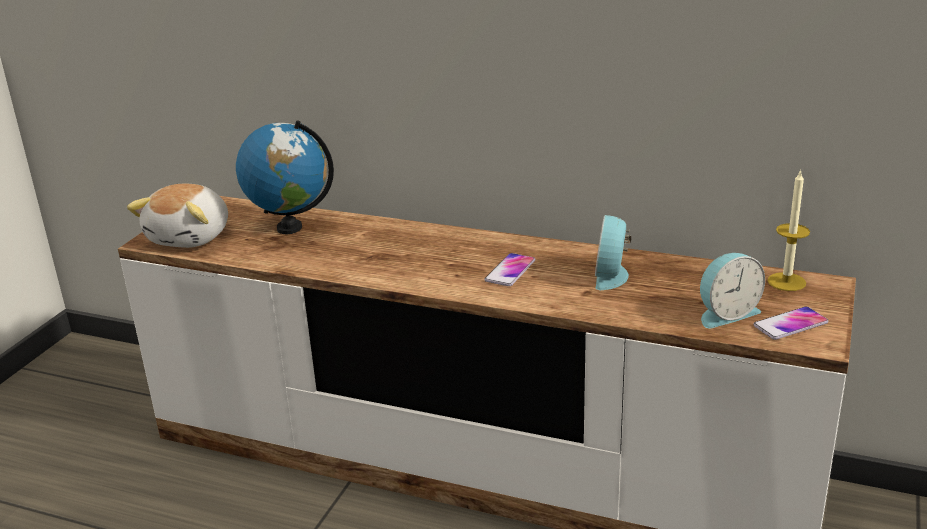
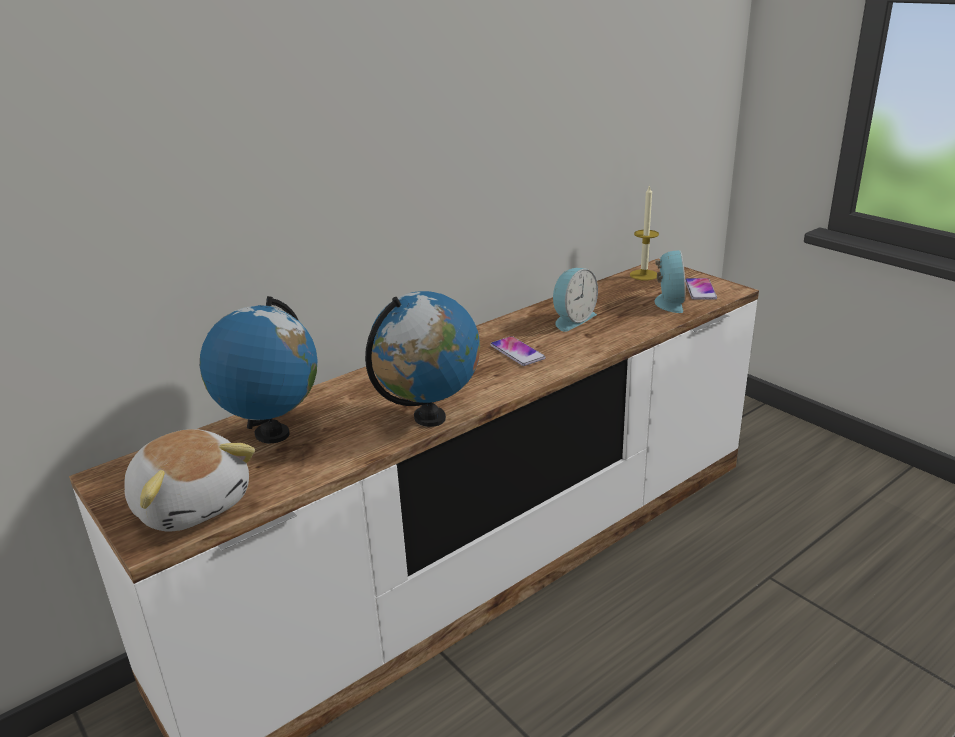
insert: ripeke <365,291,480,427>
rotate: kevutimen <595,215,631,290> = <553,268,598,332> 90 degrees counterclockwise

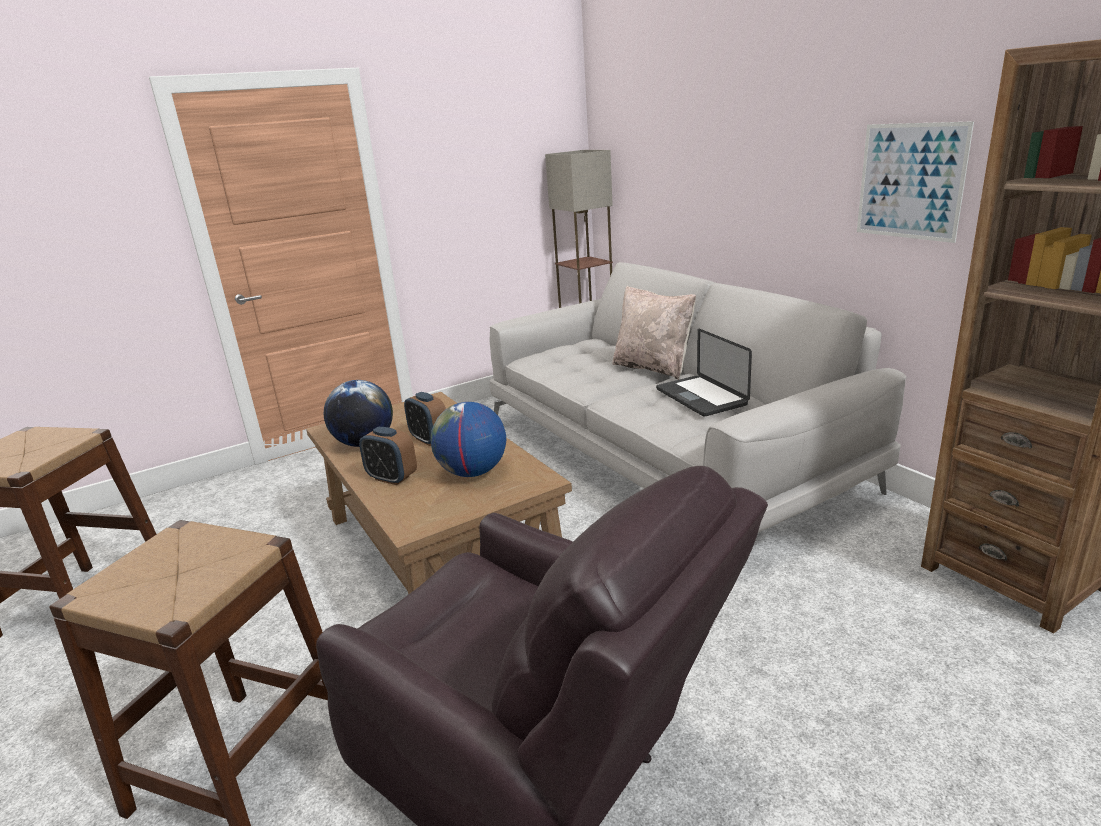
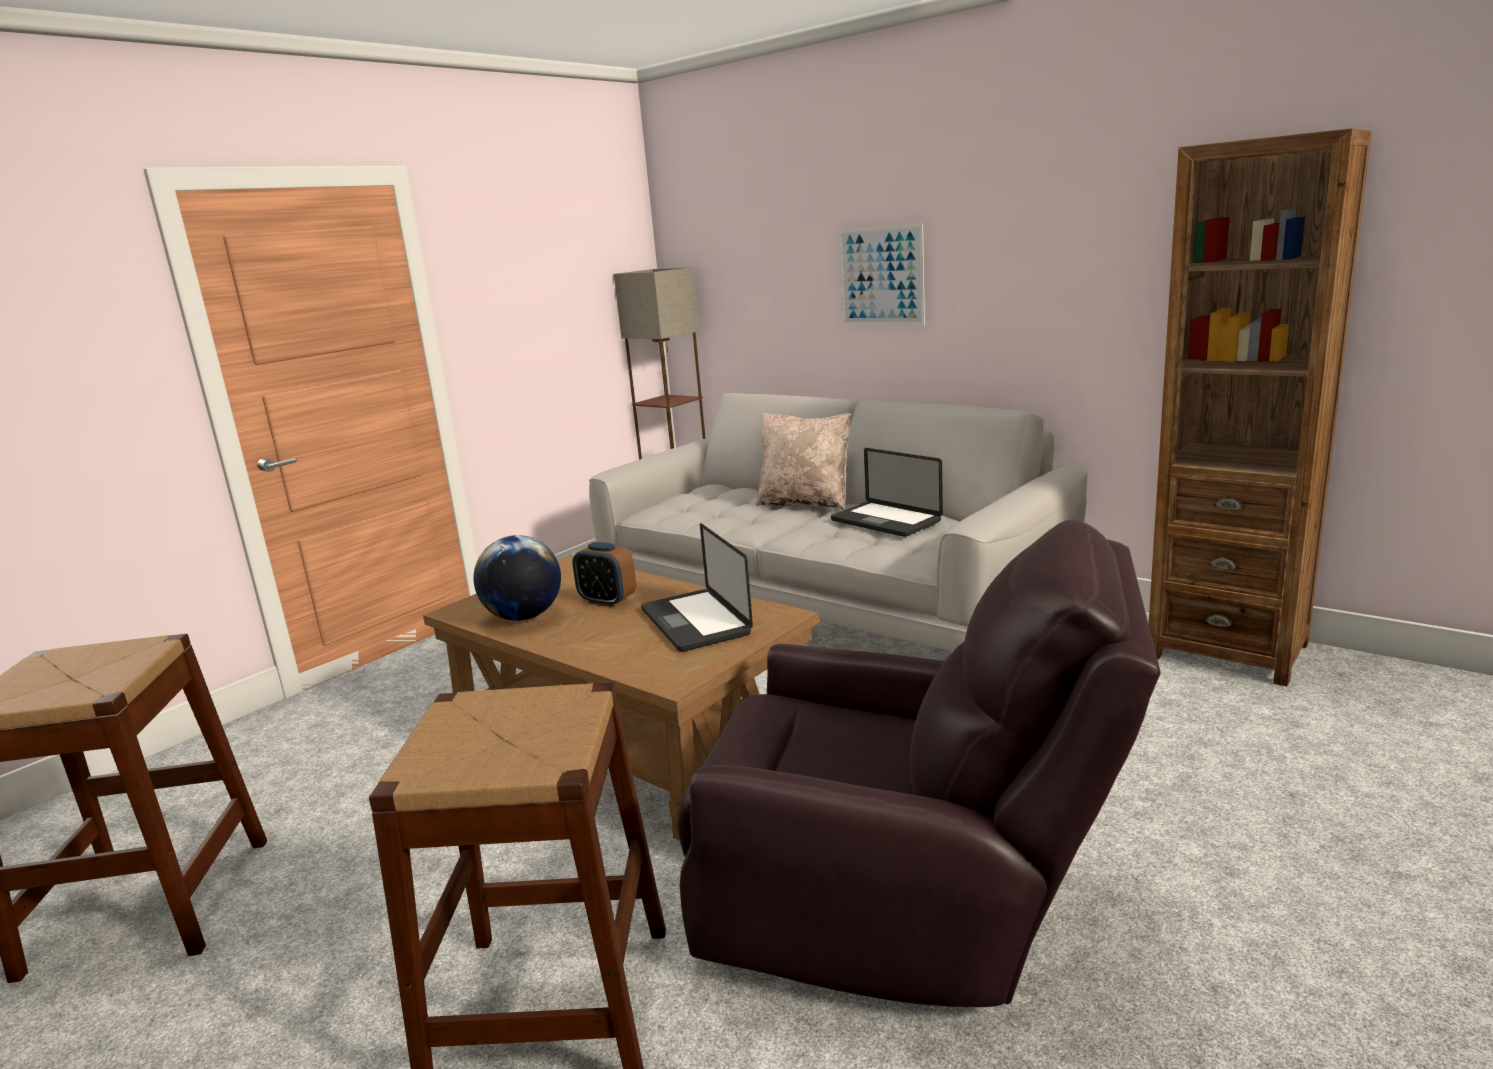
delete: kevutimen <359,427,417,485>
move: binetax <857,121,974,243> to <839,224,925,325>
replace: ripeke <431,402,506,477> to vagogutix <641,523,753,652>

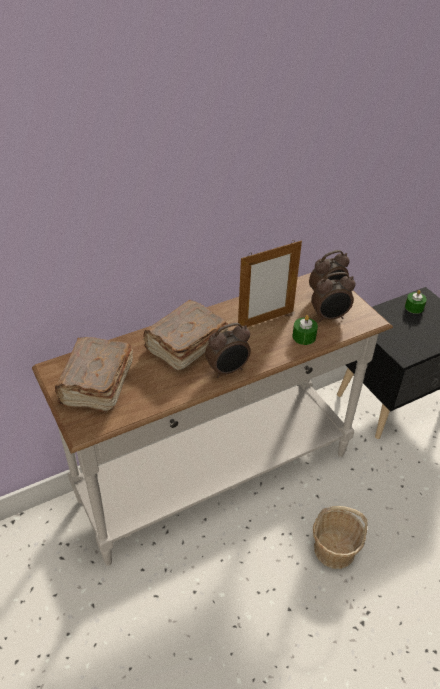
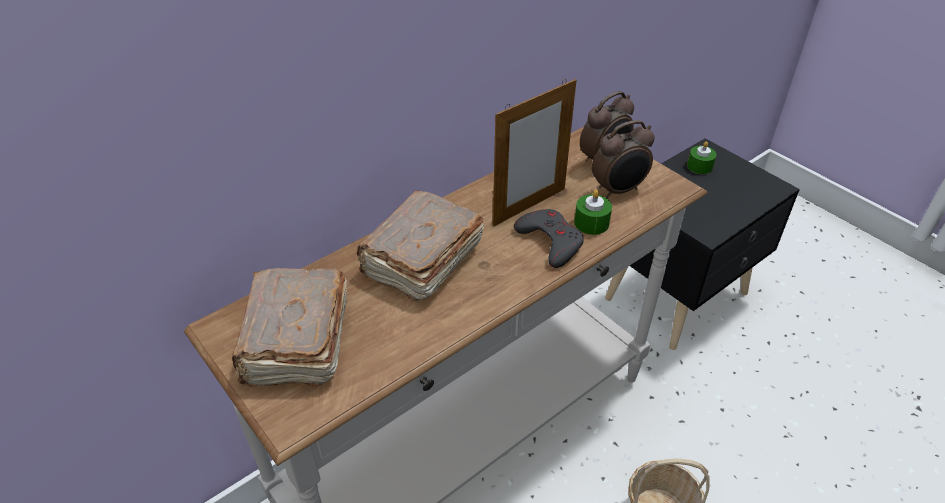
delete: kevutimen <205,323,251,378>
insert: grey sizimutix <514,209,584,268>

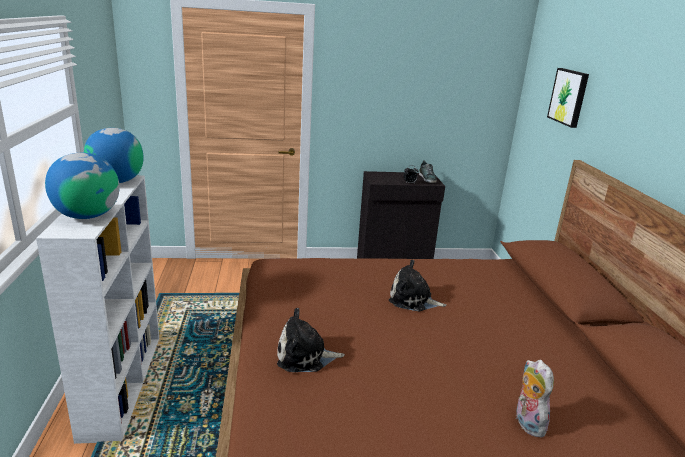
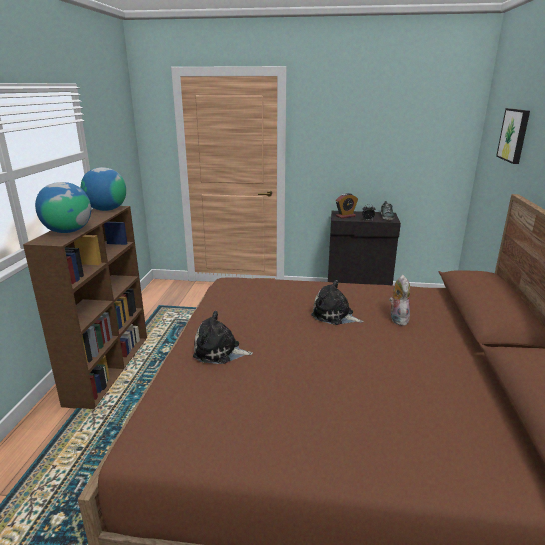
insert: kevutimen <336,193,358,219>
move: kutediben <516,360,554,437> to <389,275,410,326>
recolor: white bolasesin <36,175,159,444> to brown bolasesin <23,206,147,409>

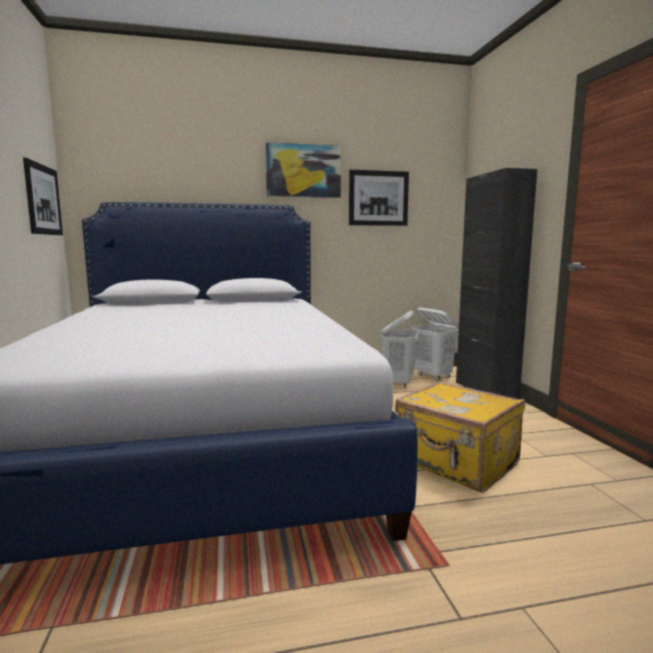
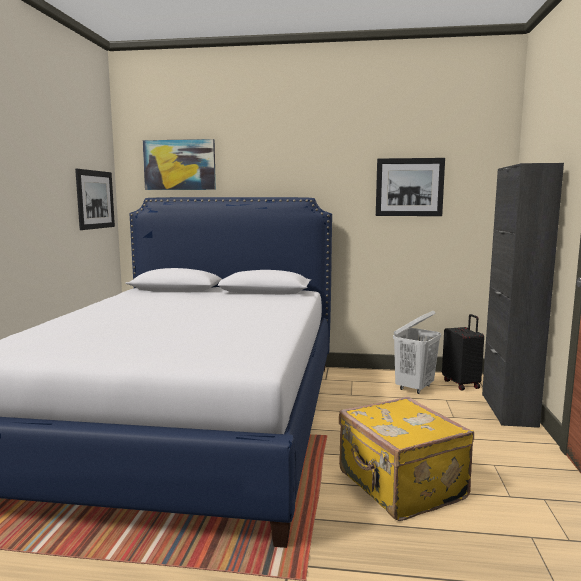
move: binetax <266,142,341,198> to <143,139,216,190>
replace: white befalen <412,307,458,381> to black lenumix <442,314,484,390>

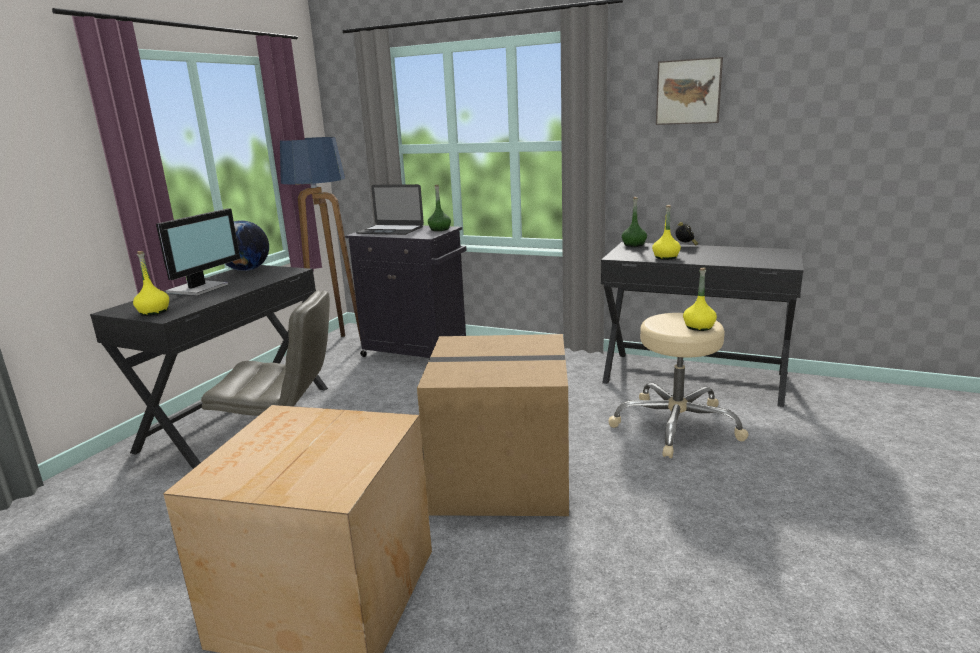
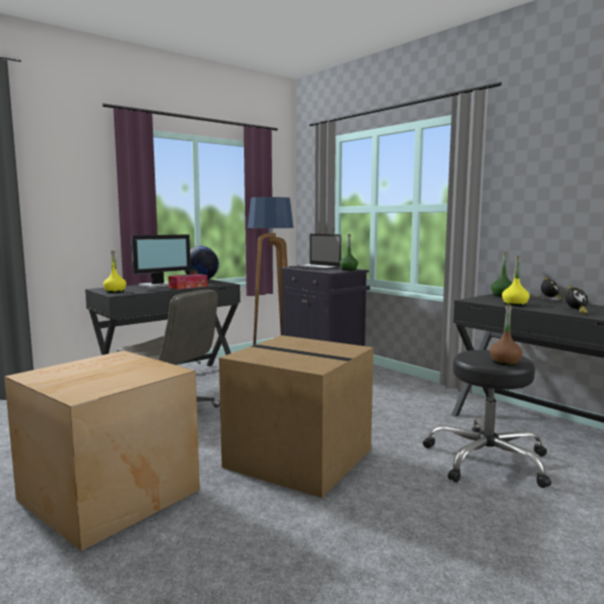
delete: binetax <656,57,723,125>
insert: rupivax <168,274,207,289>; kevutimen <565,286,588,315>
recolor: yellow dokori <683,268,717,331> to brown dokori <489,305,523,365>; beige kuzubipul <609,313,749,458> to black kuzubipul <423,350,551,488>

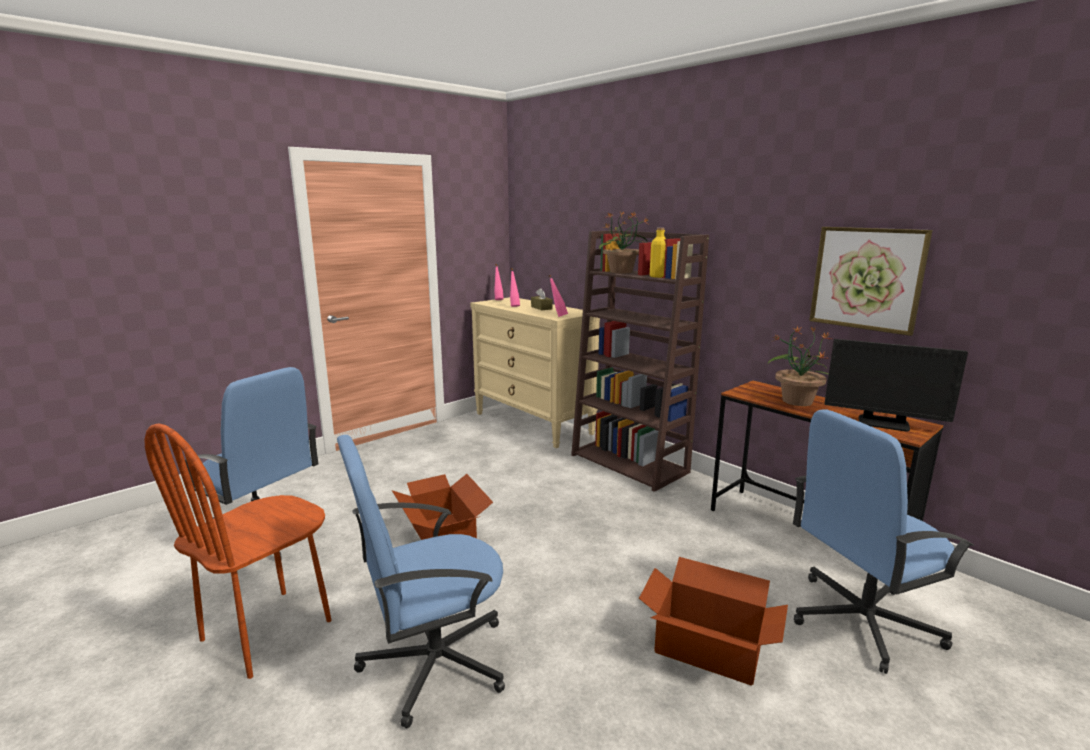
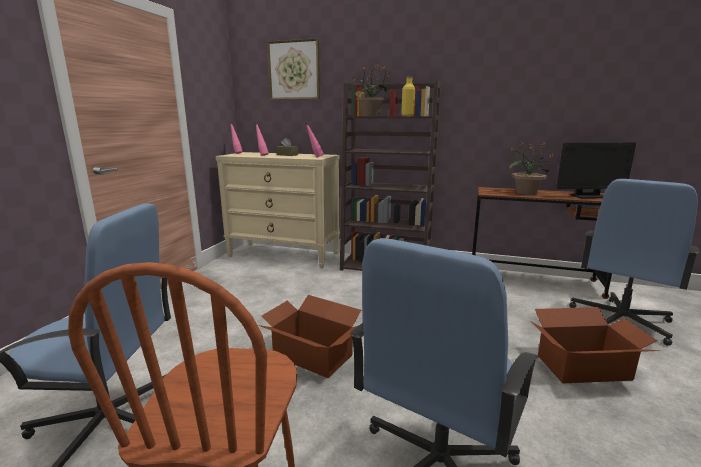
move: binetax <809,227,933,336> to <267,38,320,100>

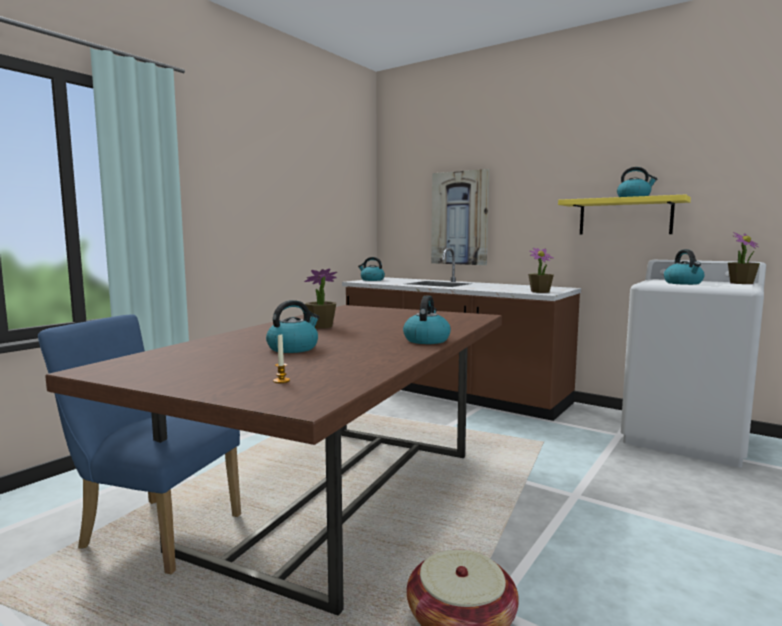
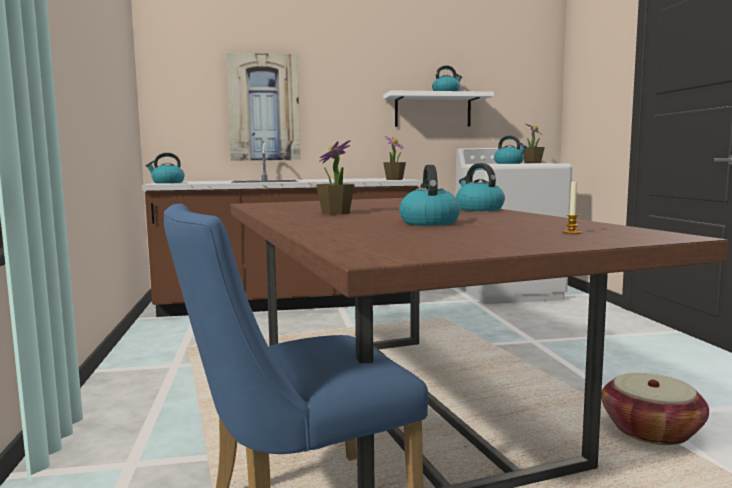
recolor: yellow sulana <558,194,691,235> to white sulana <384,91,494,127>

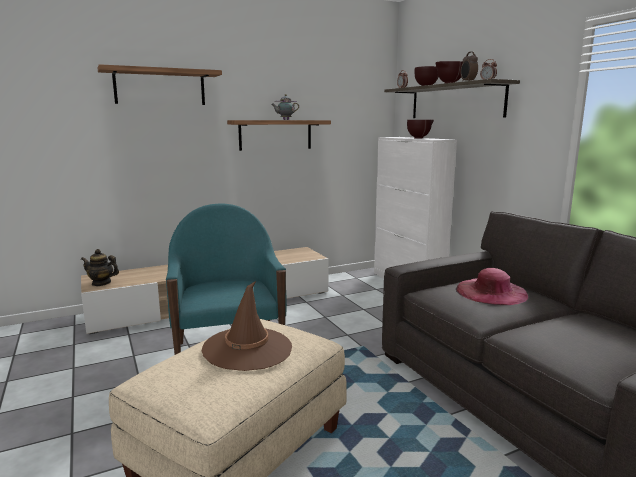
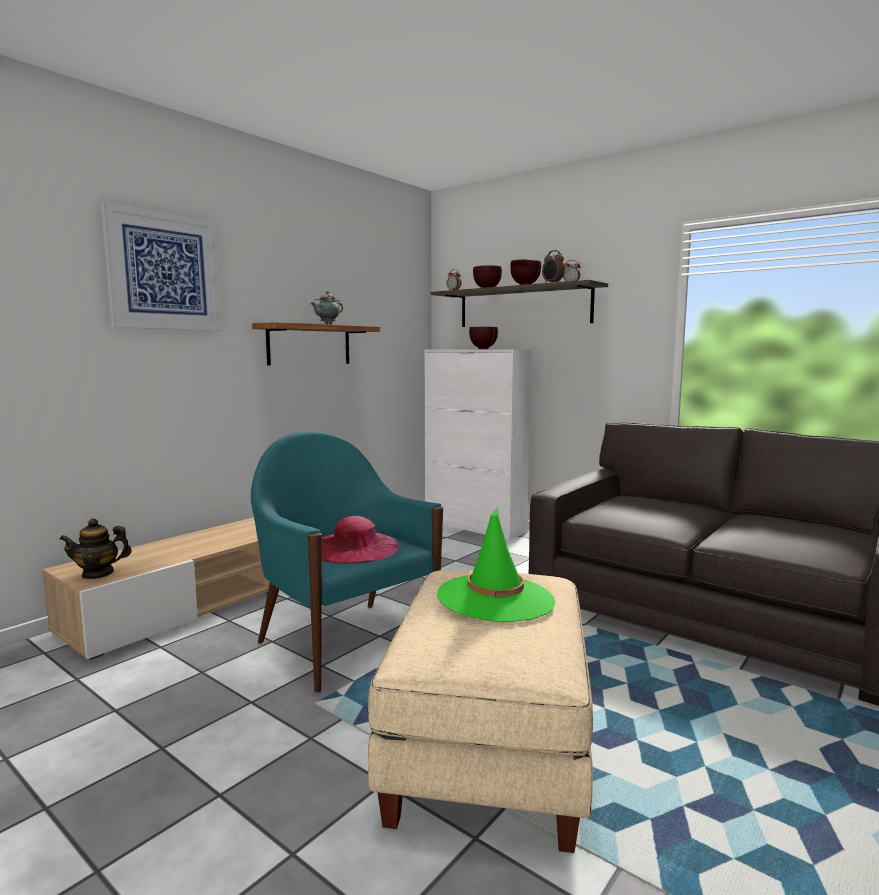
move: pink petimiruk <456,268,528,305> to <322,516,399,564>
replace: sulana <97,64,222,105> to binetax <101,202,221,330>
recolor: brown petimiruk <202,281,292,371> to green petimiruk <437,507,555,622>

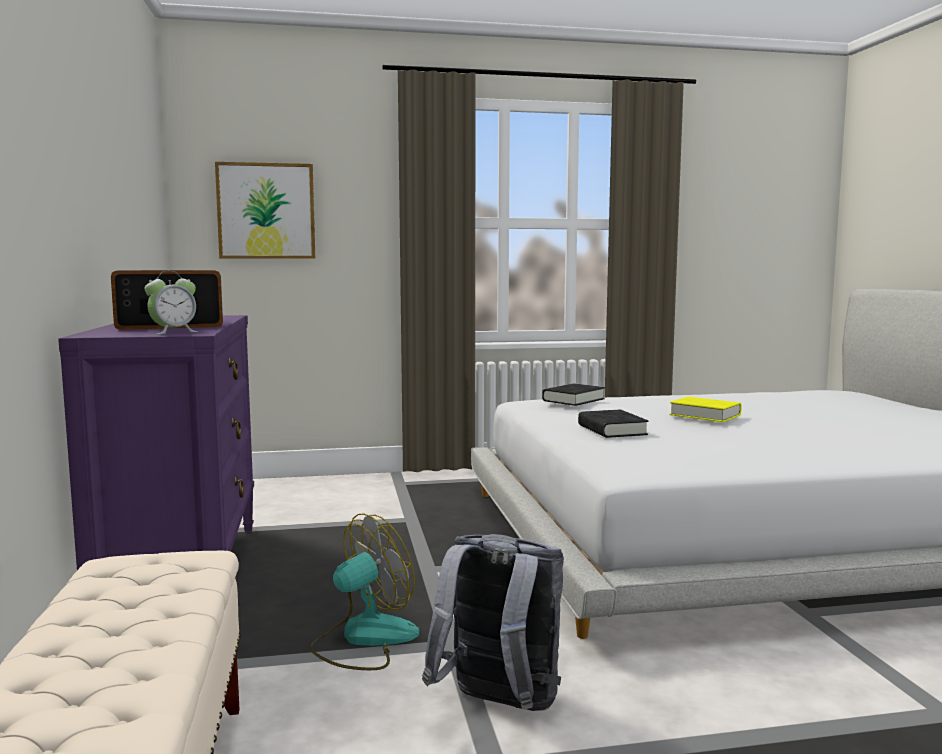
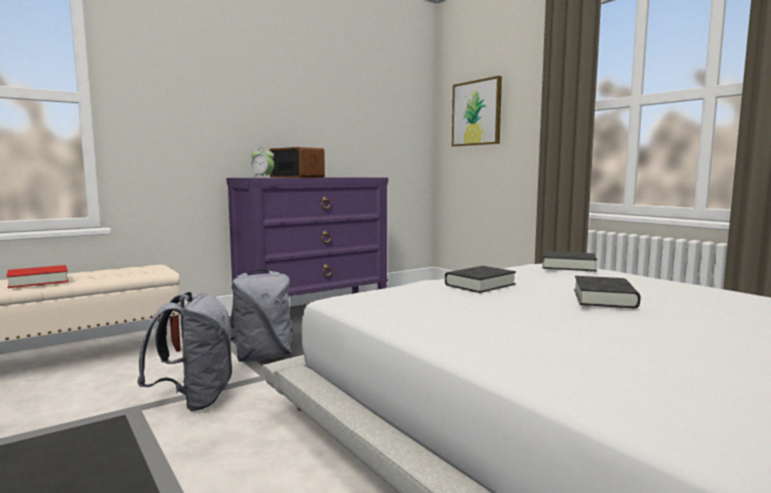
insert: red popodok <6,265,69,288>
replace: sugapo <310,514,419,670> to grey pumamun <231,269,293,362>
recolor: yellow popodok <669,397,742,422> to black popodok <574,276,640,308>

